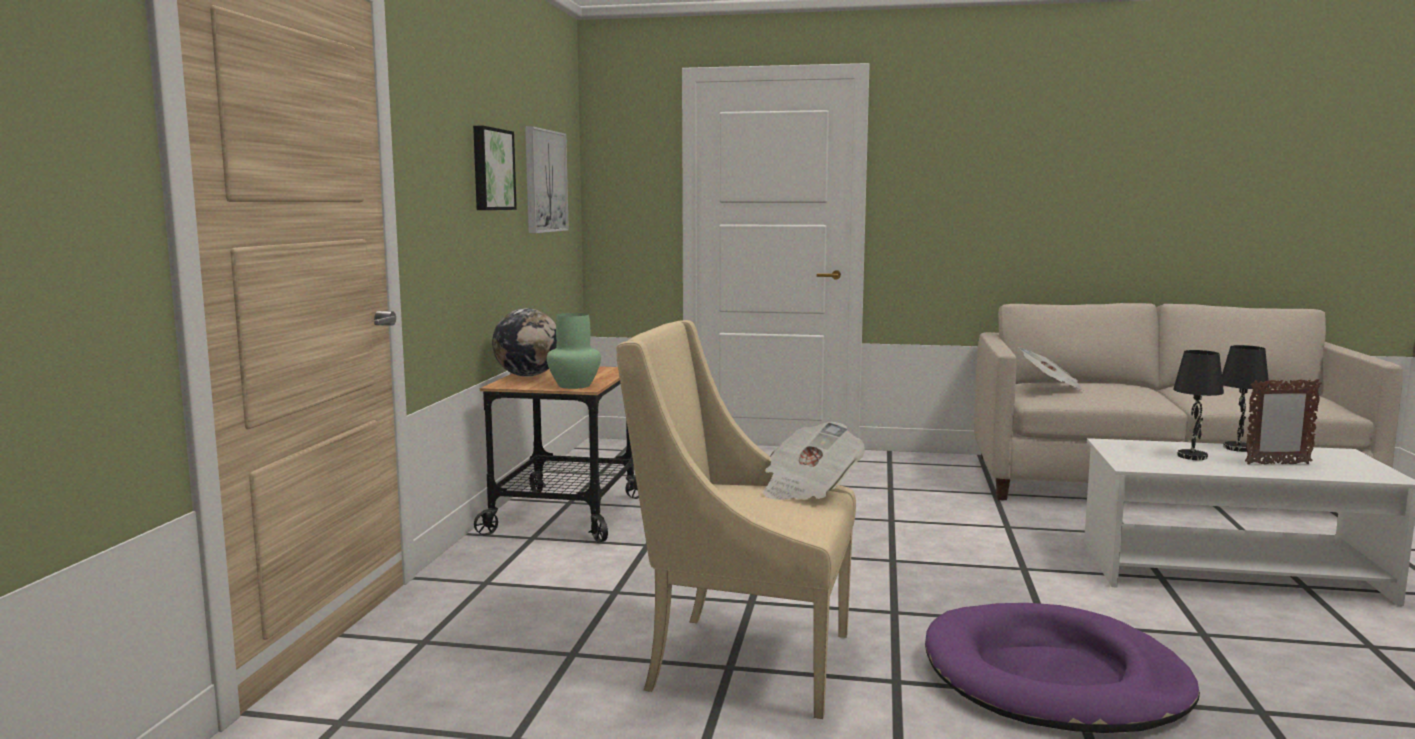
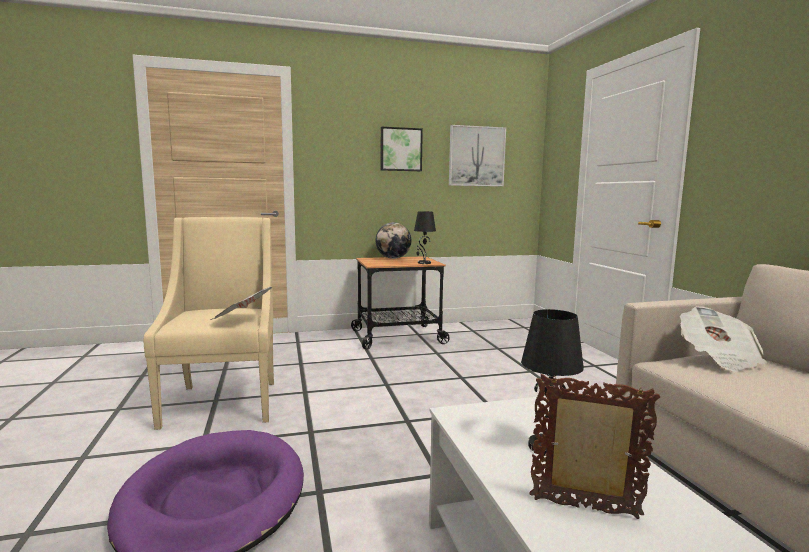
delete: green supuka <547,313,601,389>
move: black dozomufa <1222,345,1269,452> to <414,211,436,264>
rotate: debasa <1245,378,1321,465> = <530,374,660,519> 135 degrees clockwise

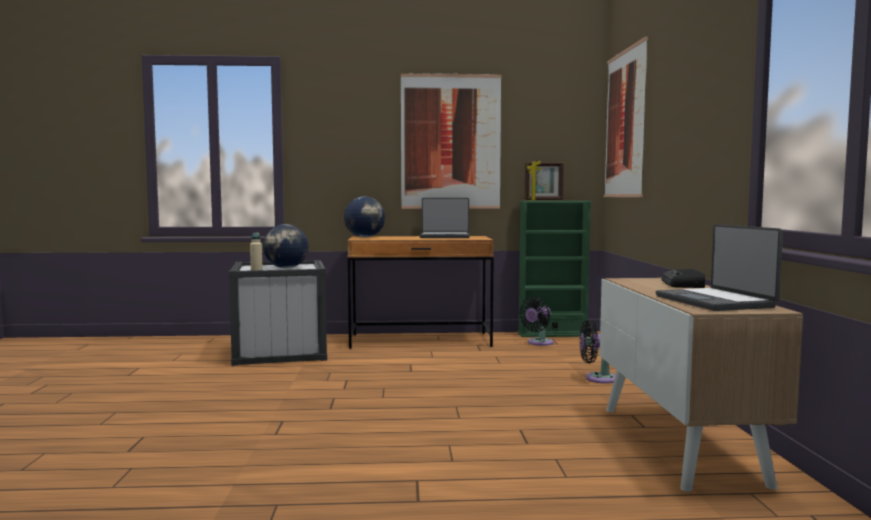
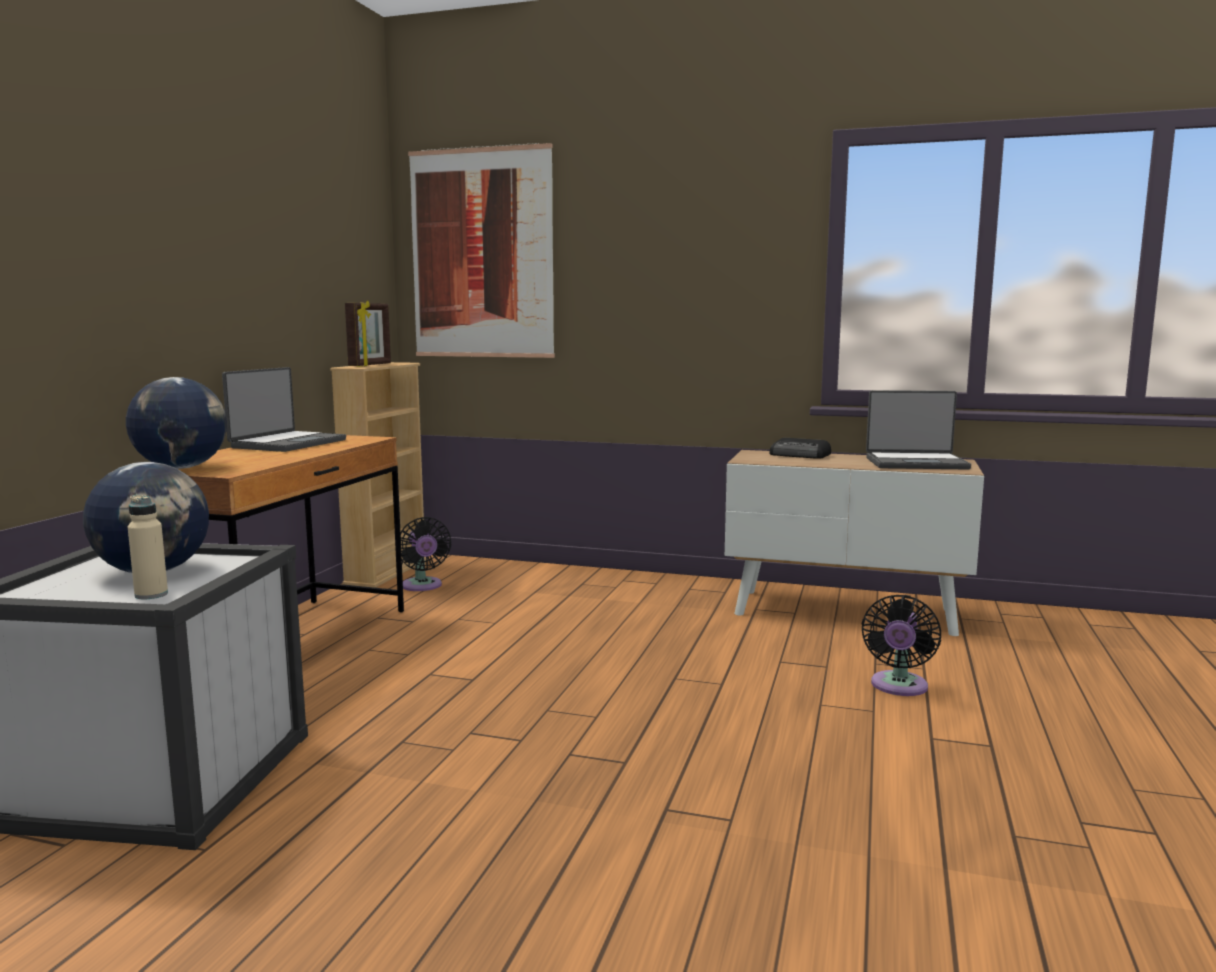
delete: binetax <401,73,501,209>
move: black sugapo <580,320,615,384> to <862,595,941,696>
recolor: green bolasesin <517,201,592,337> to beige bolasesin <330,362,428,588>

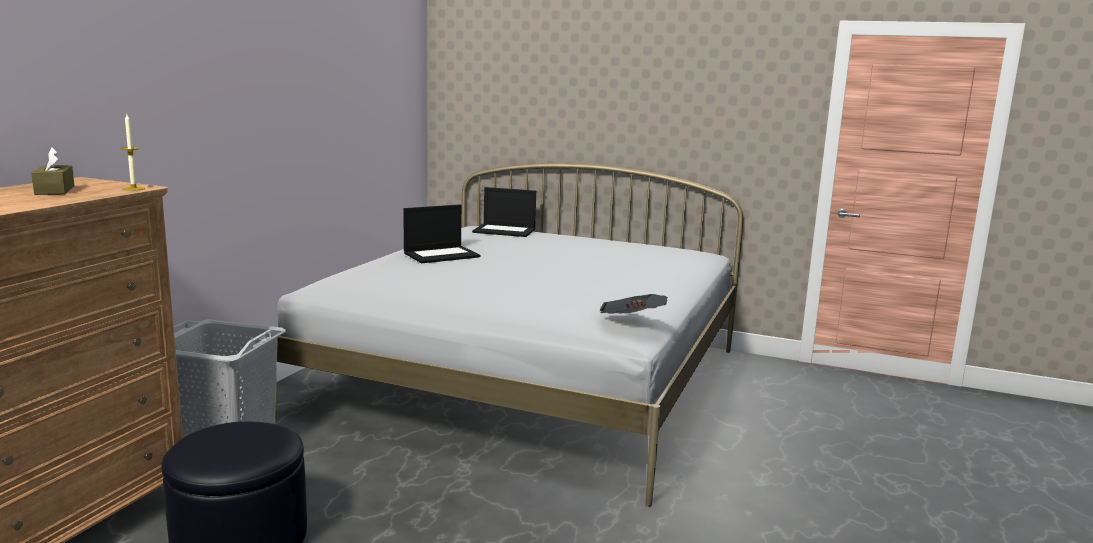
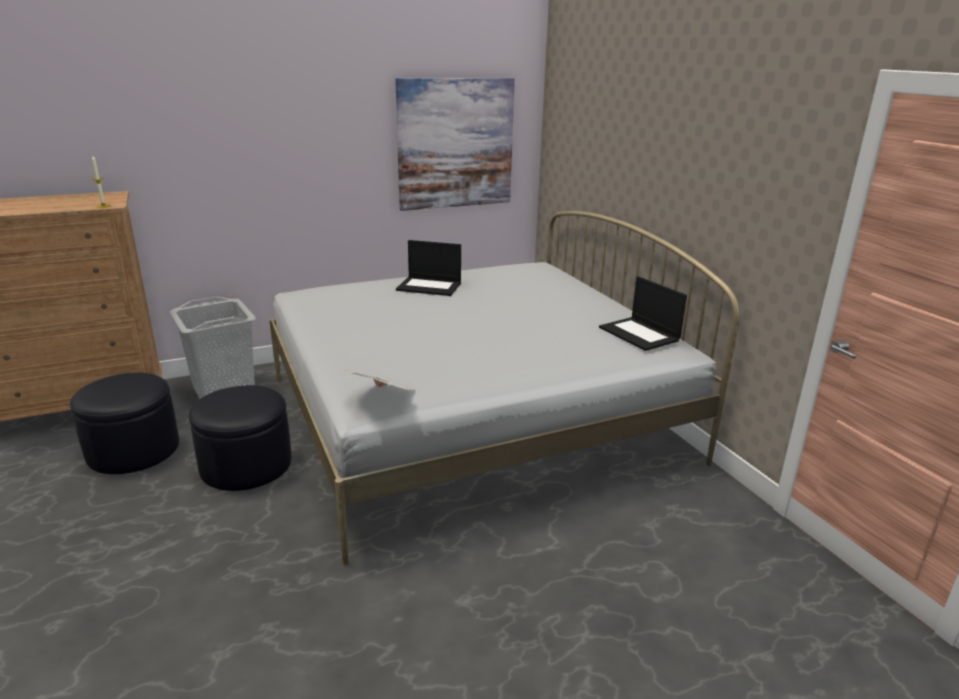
delete: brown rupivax <31,147,74,195>
insert: binetax <395,78,515,211>; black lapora <189,385,291,491>
move: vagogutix <472,187,536,237> to <599,276,687,351>

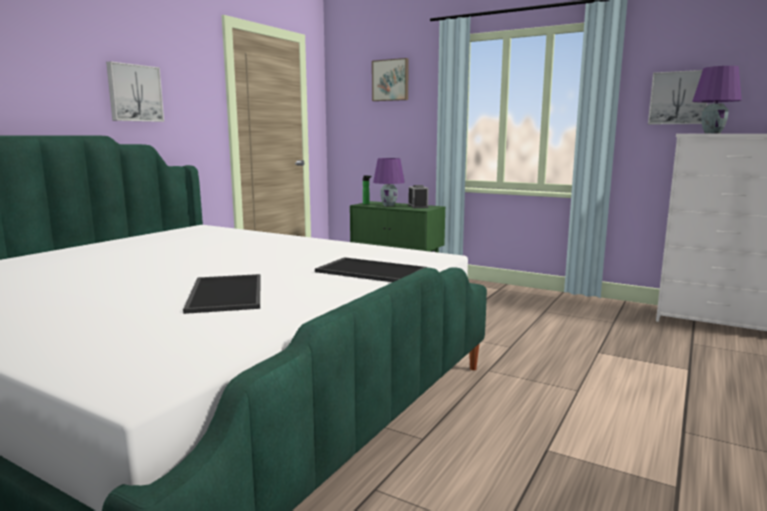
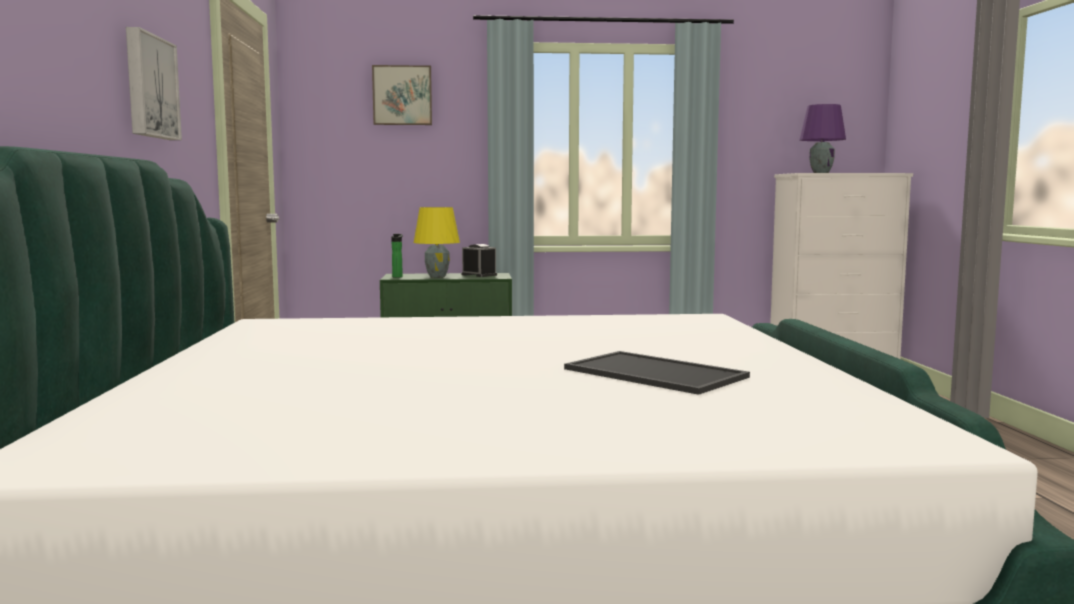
delete: binetax <648,70,708,124>; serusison <315,257,427,282>
recolor: purple dozomufa <373,158,405,207> to yellow dozomufa <414,207,460,278>

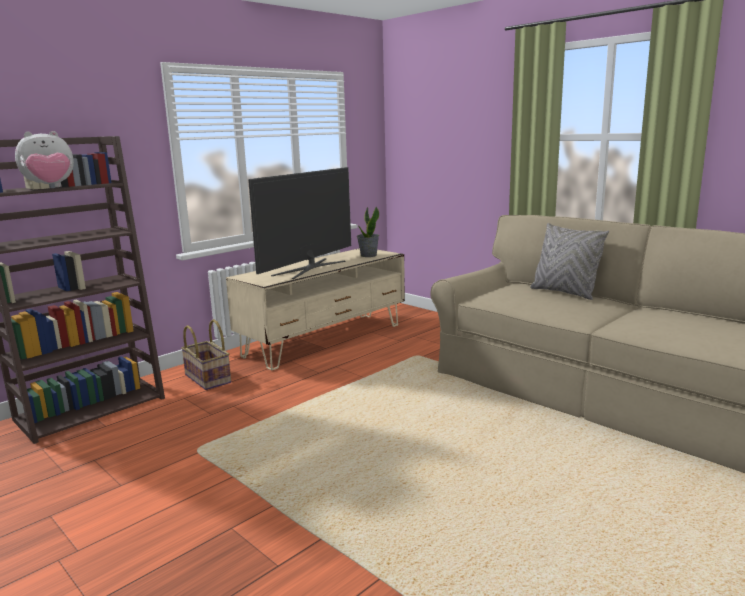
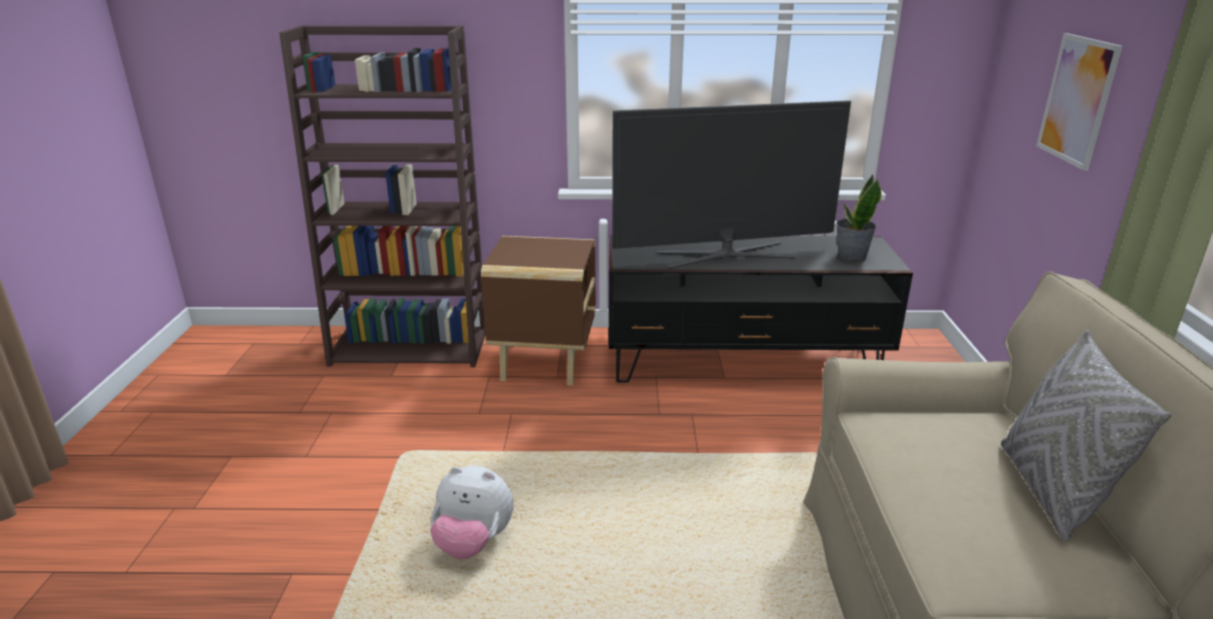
insert: binetax <1036,33,1122,171>
move: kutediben <15,131,74,187> to <430,466,513,559>
replace: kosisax <181,319,231,390> to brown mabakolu <481,236,596,385>
recolor: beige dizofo <226,248,405,370> to black dizofo <609,235,913,382>

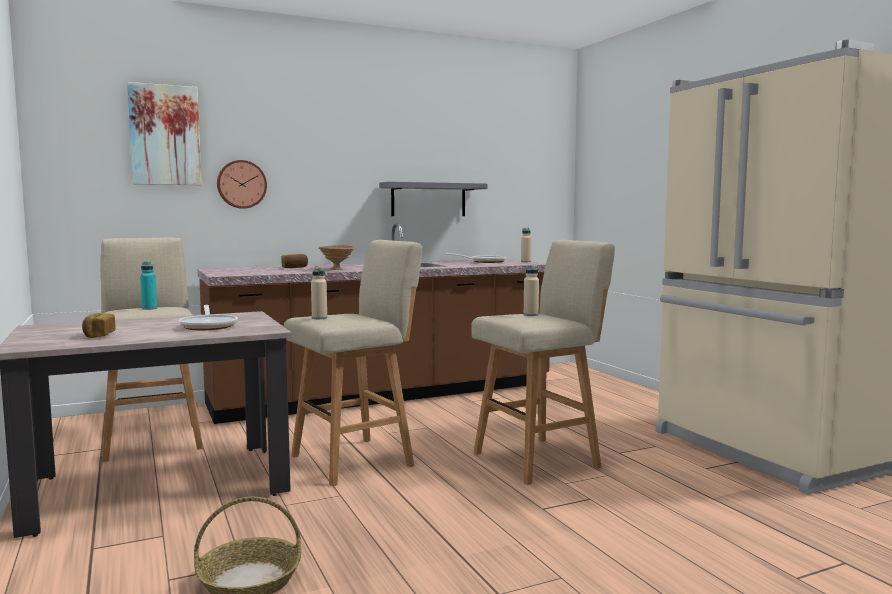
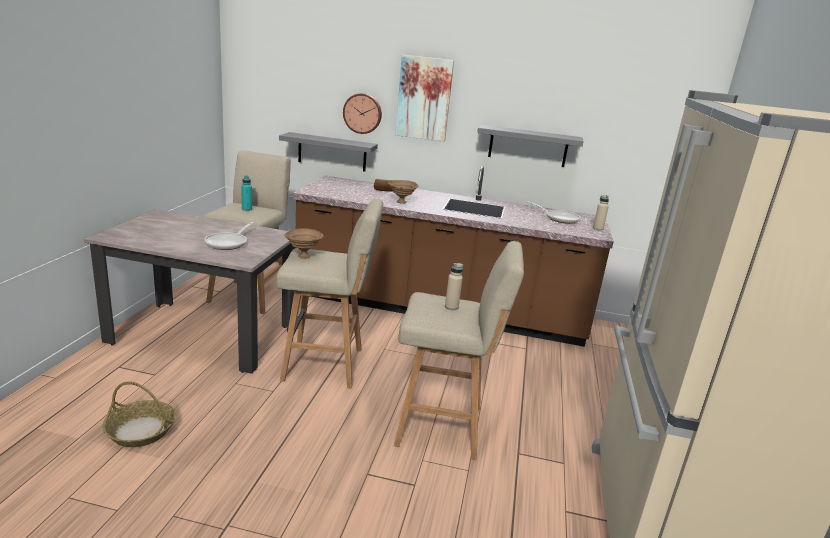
delete: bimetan <82,313,116,338>
insert: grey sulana <279,132,378,171>
move: binetax <127,82,202,185> to <395,55,454,142>
replace: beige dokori <311,266,327,319> to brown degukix <284,228,323,259>

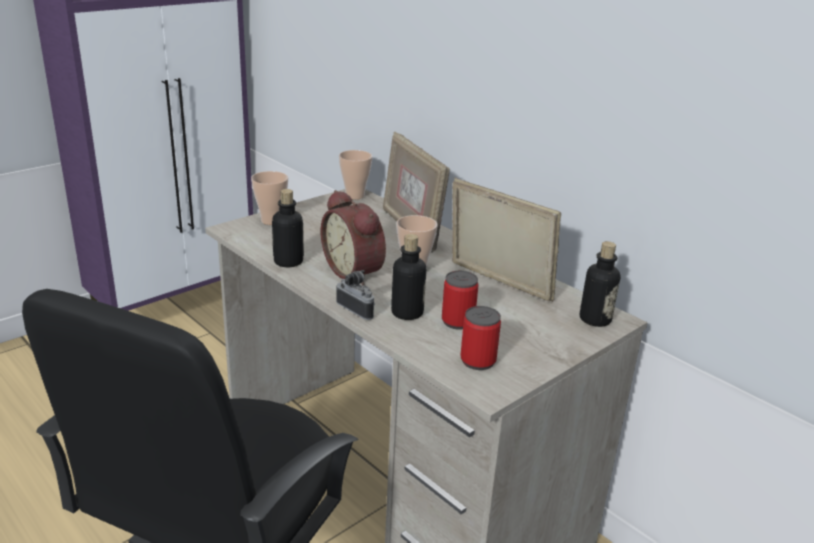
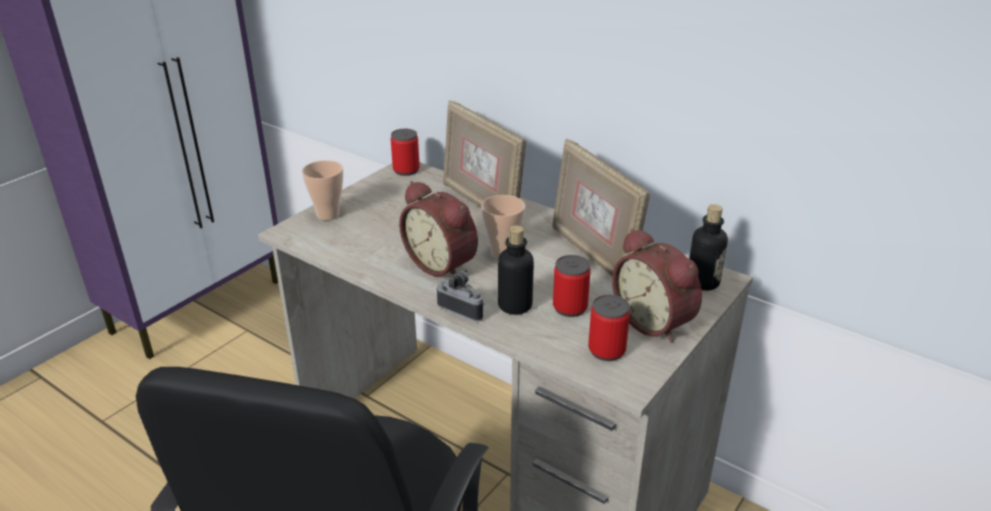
delete: dokori <272,189,304,267>
insert: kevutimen <612,228,702,343>
replace: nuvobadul <339,150,372,199> to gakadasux <391,129,420,176>
rotate: debasa <452,177,561,302> = <552,139,650,276> 150 degrees counterclockwise

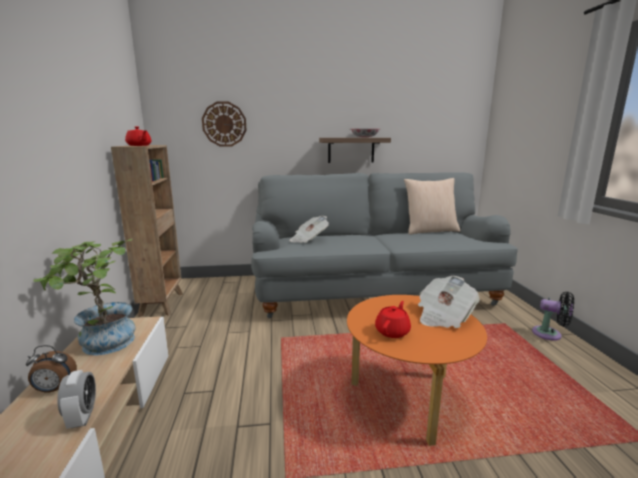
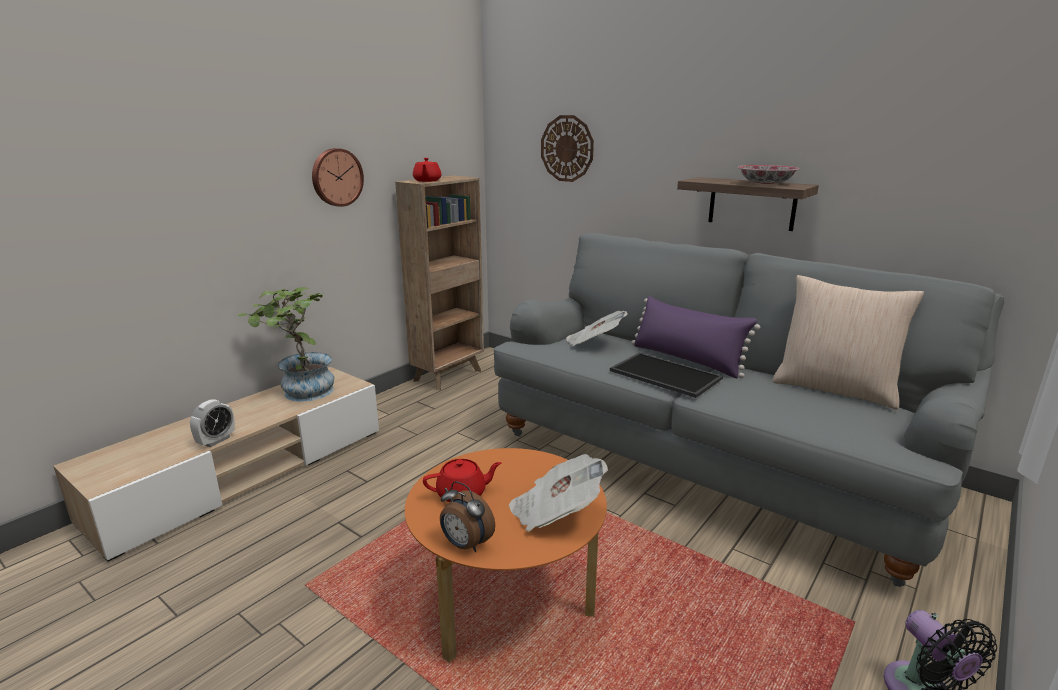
insert: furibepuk <312,148,364,207>; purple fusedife <632,296,760,378>; serusison <610,353,723,398>
move: kevutimen <26,345,77,392> to <440,481,495,552>

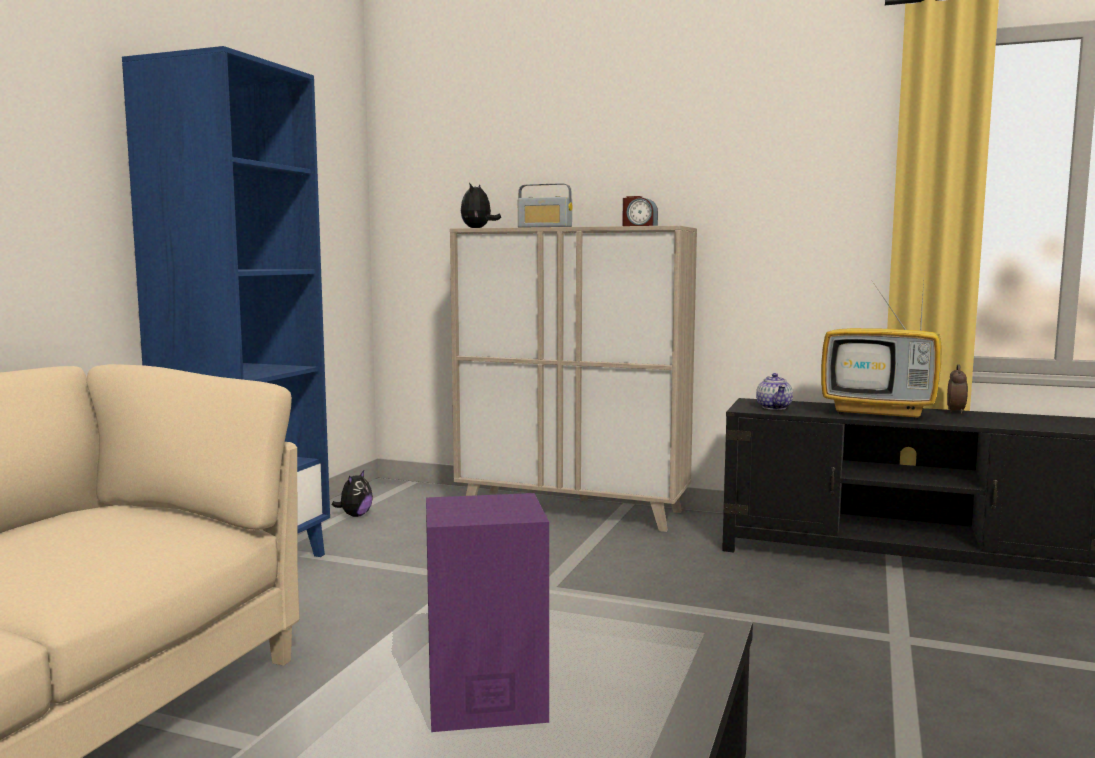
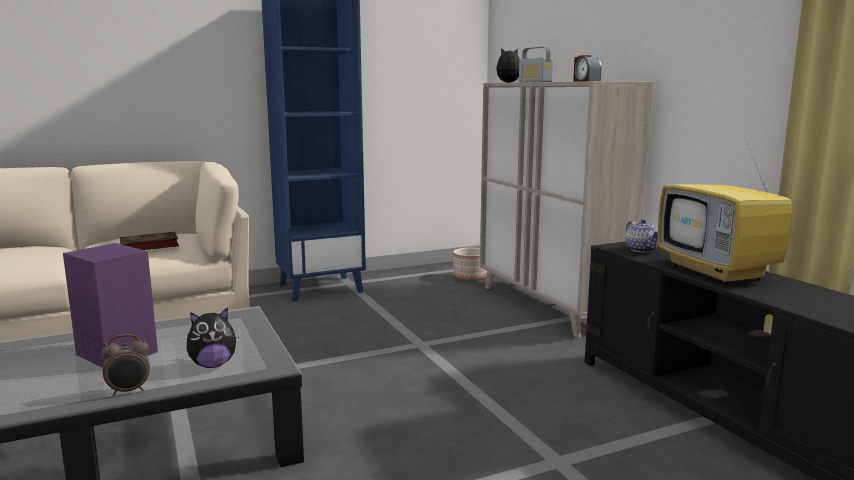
insert: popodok <120,232,179,250>; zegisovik <453,248,487,281>
move: kevutimen <947,364,968,414> to <102,334,150,396>; kutediben <332,470,373,517> to <186,307,238,368>
rotate: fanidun <756,373,793,410> = <625,219,658,253> 60 degrees counterclockwise

